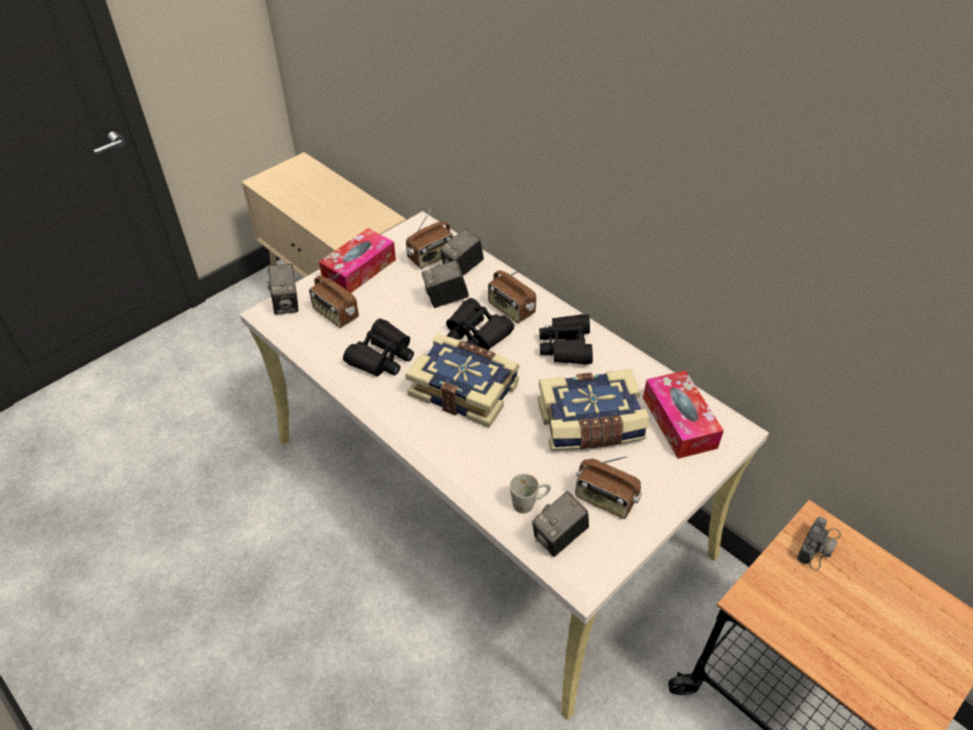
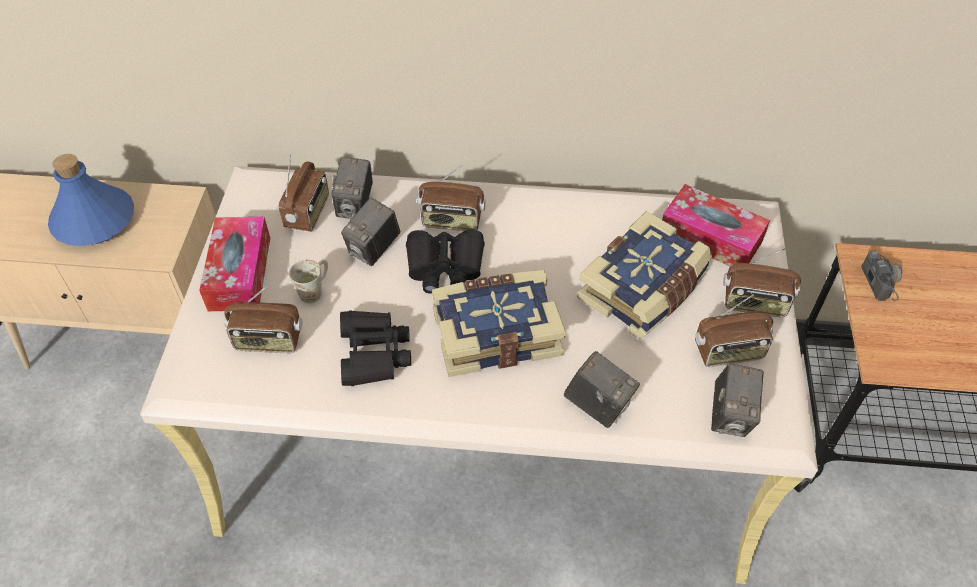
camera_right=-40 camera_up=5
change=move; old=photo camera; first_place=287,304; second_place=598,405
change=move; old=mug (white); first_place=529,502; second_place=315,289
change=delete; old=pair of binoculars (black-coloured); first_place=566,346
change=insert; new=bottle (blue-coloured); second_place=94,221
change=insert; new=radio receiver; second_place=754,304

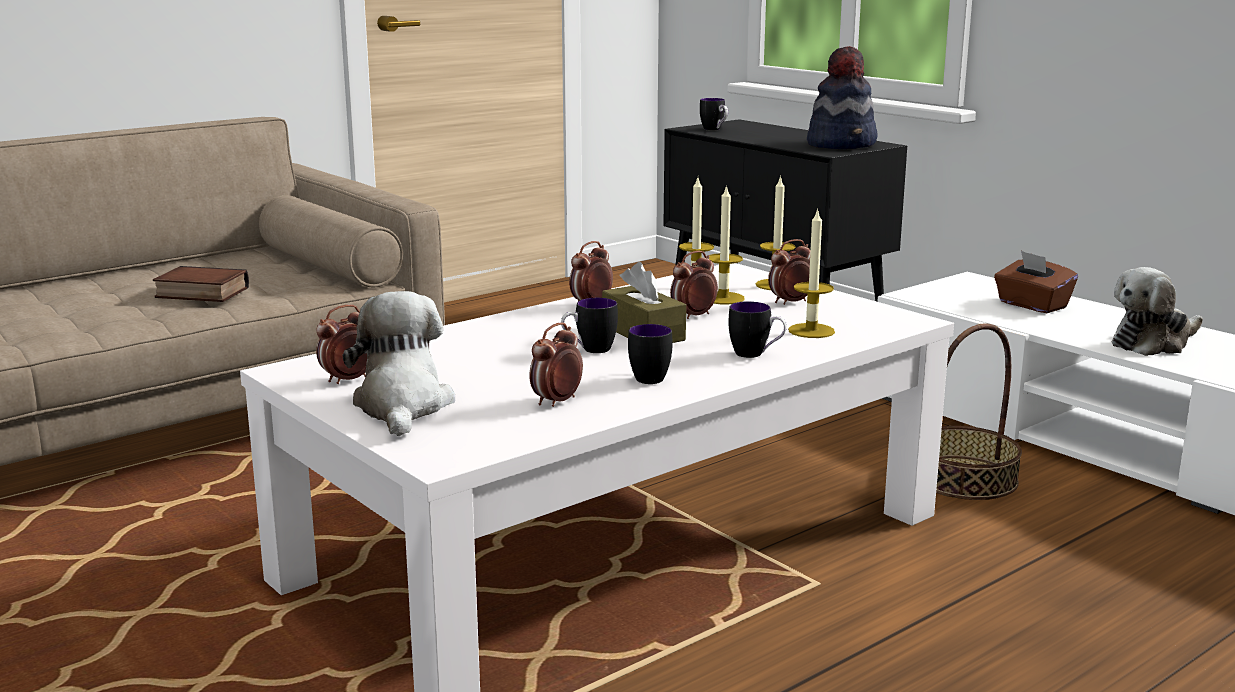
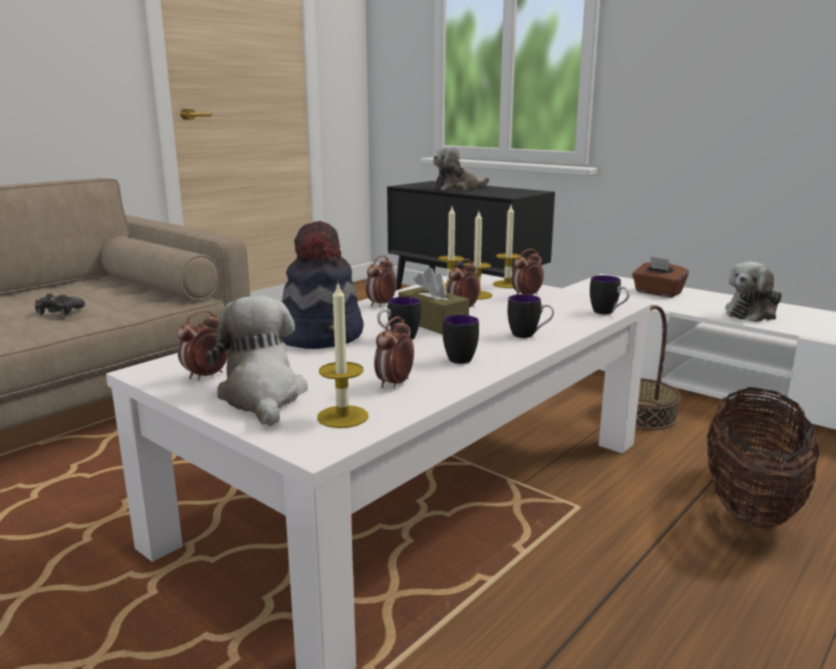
camera_right=-10 camera_up=0
change=replace; old=volume; new=gamepad (black-coloured); first_place=200,293; second_place=58,311
change=move; old=mug; first_place=715,130; second_place=608,313
change=move; old=wax candle; first_place=811,331; second_place=342,416
change=move; old=hat; first_place=842,144; second_place=323,336
change=insert; new=plush toy; second_place=457,188
change=insert; new=household basket; second_place=750,505

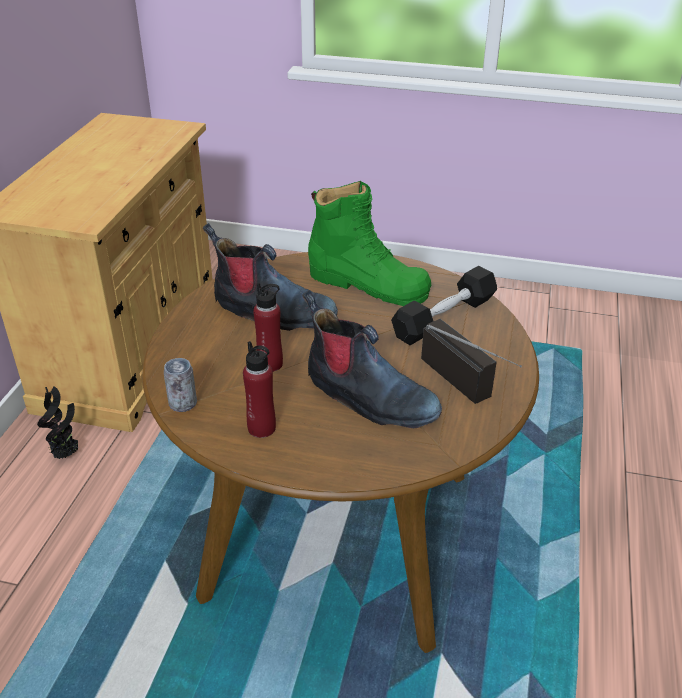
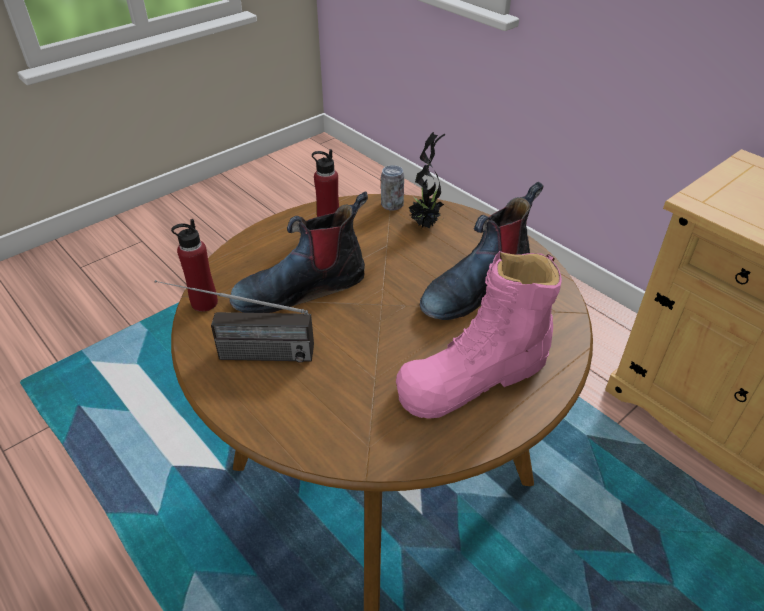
camera_right=125 camera_up=5
change=move; old=plant in a pot; first_place=66,454; second_place=425,224
change=move; old=bottle (red); first_place=270,364; second_place=204,302
change=recolor; old=high-top boot (green-coloured); new=high-top boot (pinkish); first_place=368,284; second_place=474,377
change=delete; old=dumbbell (black-coloured); first_place=444,317

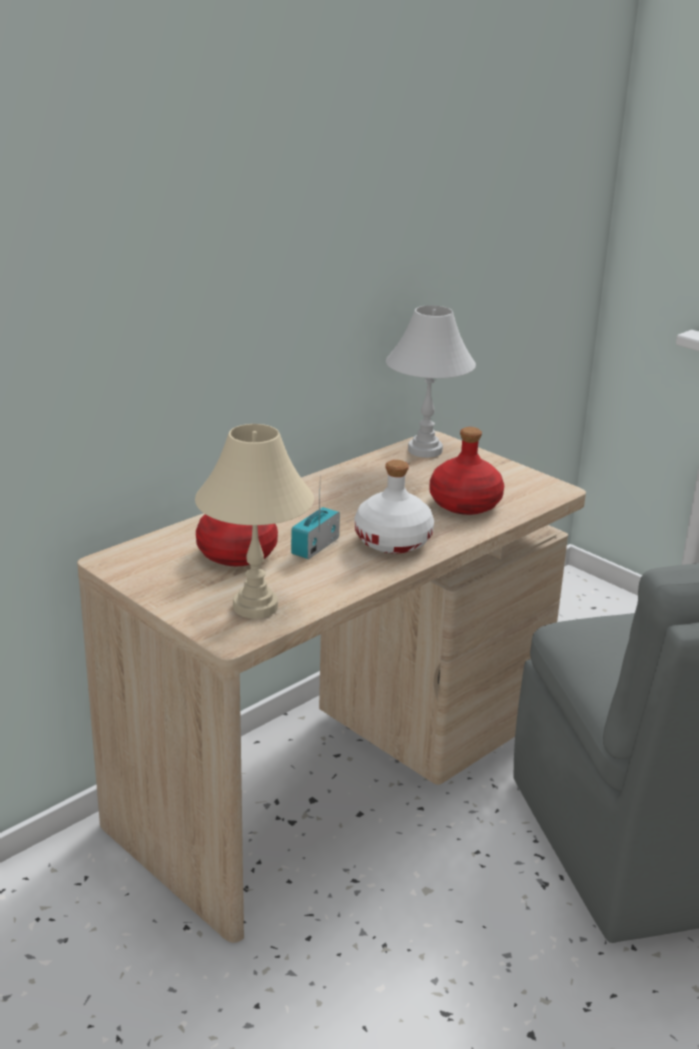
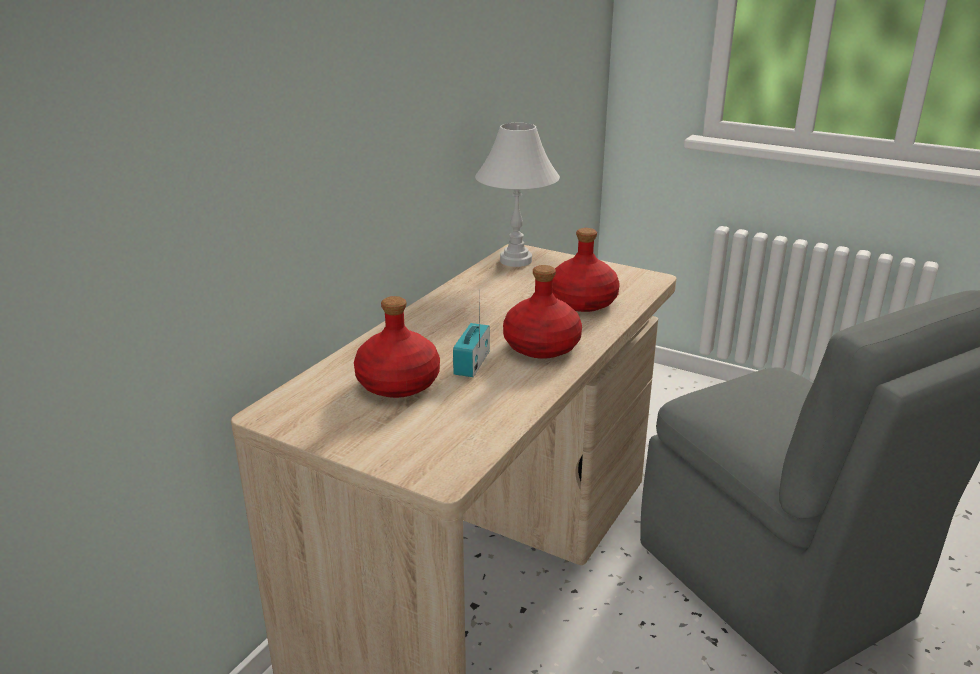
camera_right=-15 camera_up=0
change=delete; old=lamp for a table (beige-coloured); first_place=256,606
change=recolor; old=bottle (white); new=bottle (red); first_place=394,541; second_place=542,346

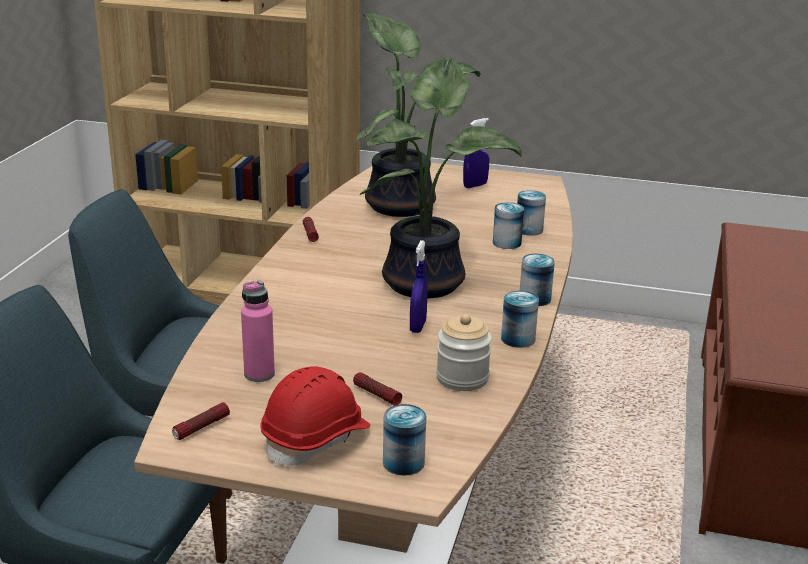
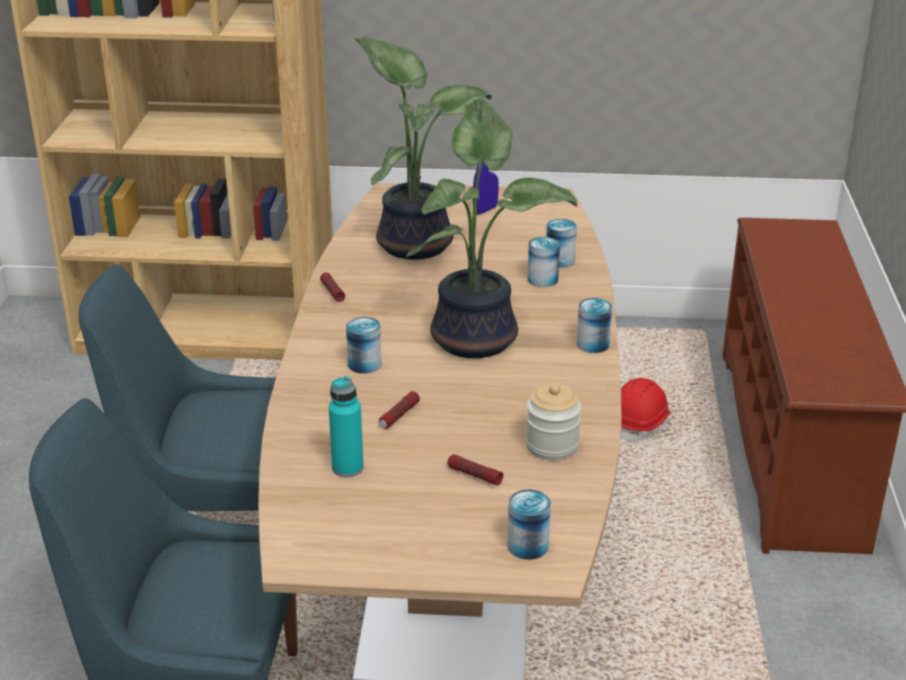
camera_right=-10 camera_up=5
change=move; old=torch; first_place=201,427; second_place=399,416
change=recolor; old=bottle (pinkish); new=bottle (turquoise-coloured); first_place=259,374; second_place=347,468
change=move; old=hard hat (red); first_place=316,439; second_place=640,423
change=delete; old=sprayer (blue-coloured); first_place=418,326
change=move; old=can; first_place=518,339; second_place=364,364

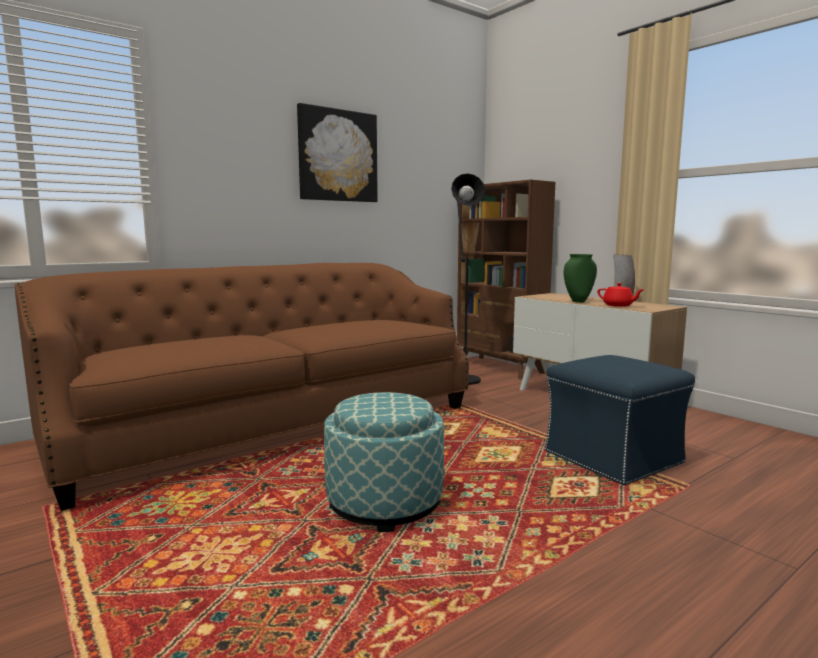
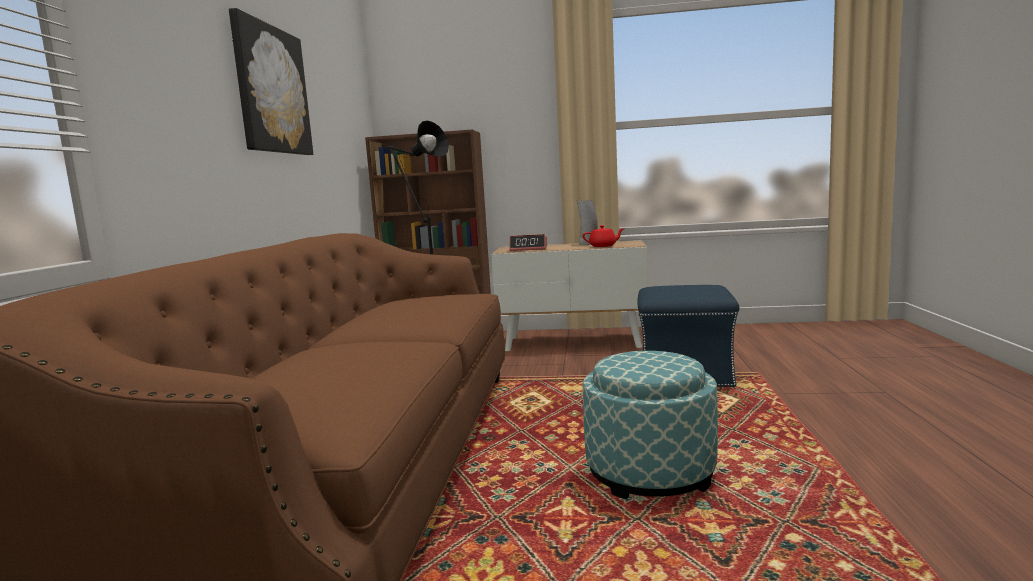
camera_right=-45 camera_up=0
change=delete; old=flower vase (green-coloured); first_place=578,301
change=insert; new=table clock; second_place=529,249

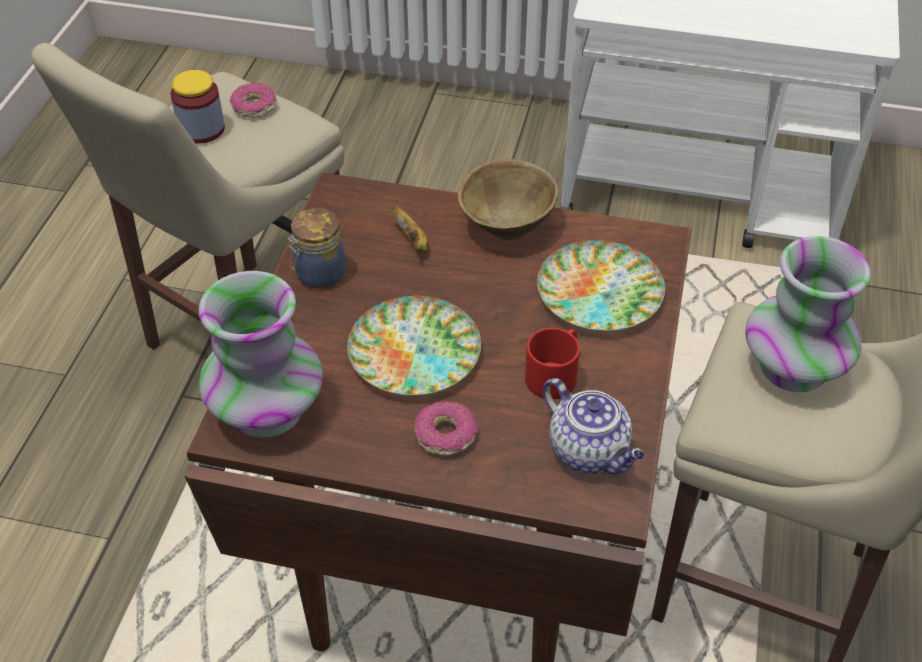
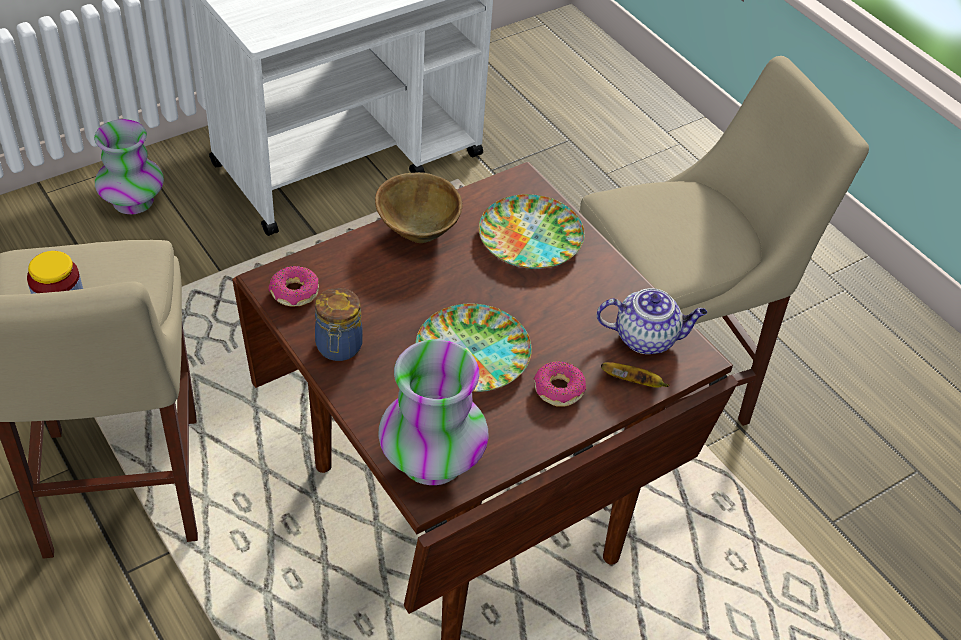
camera_right=-50 camera_up=0
change=move; old=ring doughnut; first_place=254,107; second_place=294,292
change=move; old=banana fruit; first_place=412,241; second_place=633,382
change=delete; old=mug (red); first_place=554,373
change=move; old=flower vase; first_place=793,367; second_place=133,201

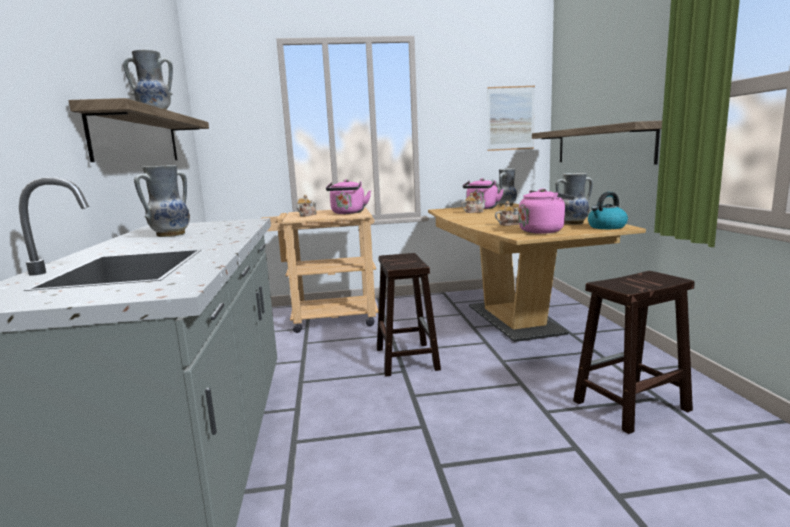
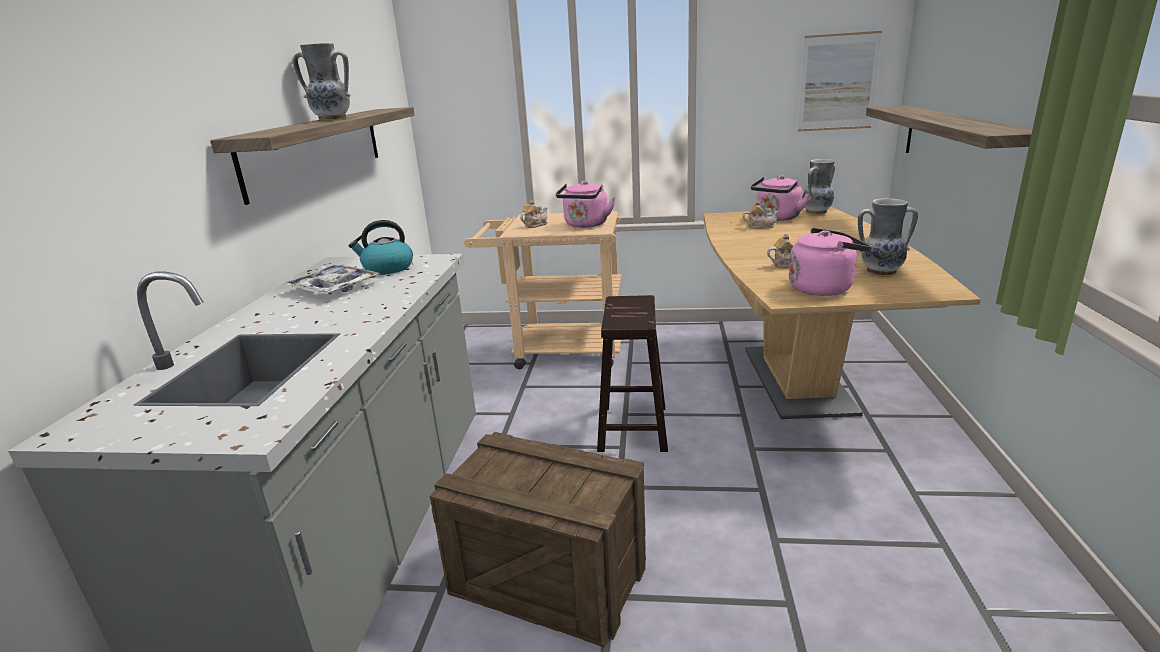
camera_right=15 camera_up=10
change=replace; old=flower vase; new=tray; first_place=170,235; second_place=333,288
change=delete; old=stool seat (brownish); first_place=630,406
change=move; old=kettle; first_place=606,227; second_place=387,268
change=insert; new=crate; second_place=548,578

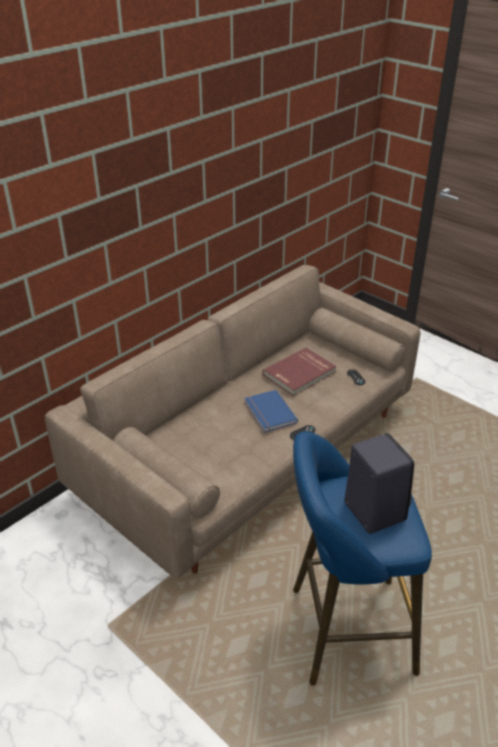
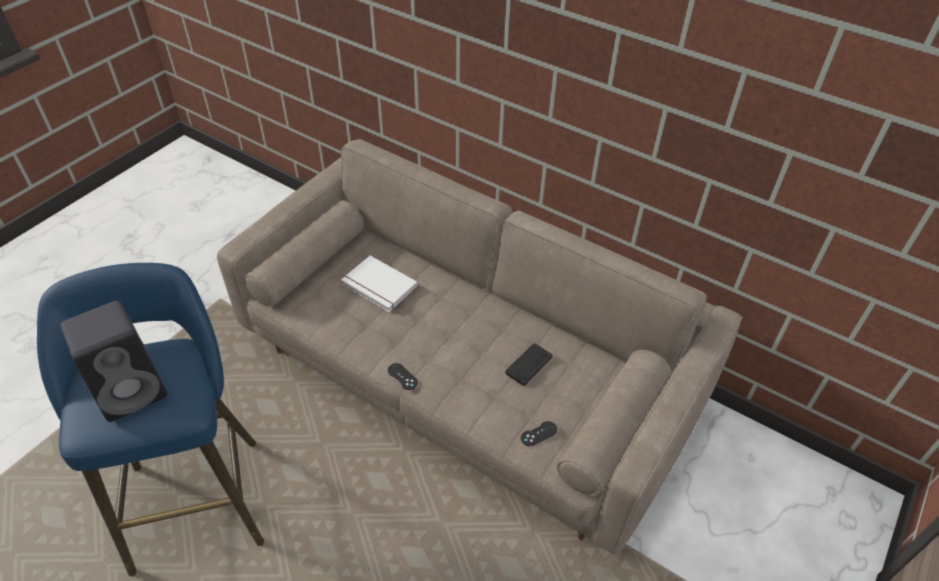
camera_right=80 camera_up=10
change=delete; old=volume (blue-coloured); first_place=269,413
change=replace; old=volume (red); new=gamepad (black-coloured); first_place=300,374; second_place=529,365
change=insert; new=volume (white); second_place=378,286

